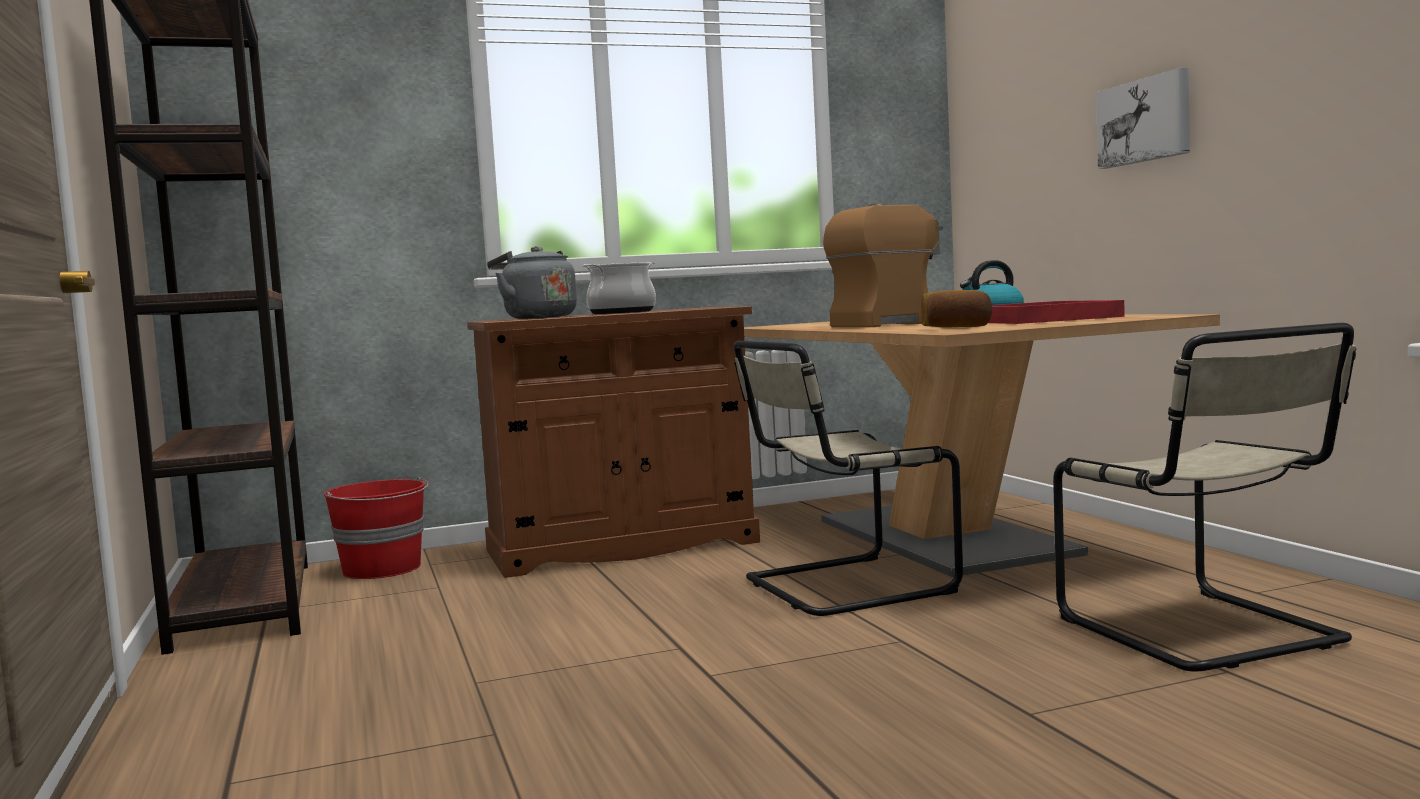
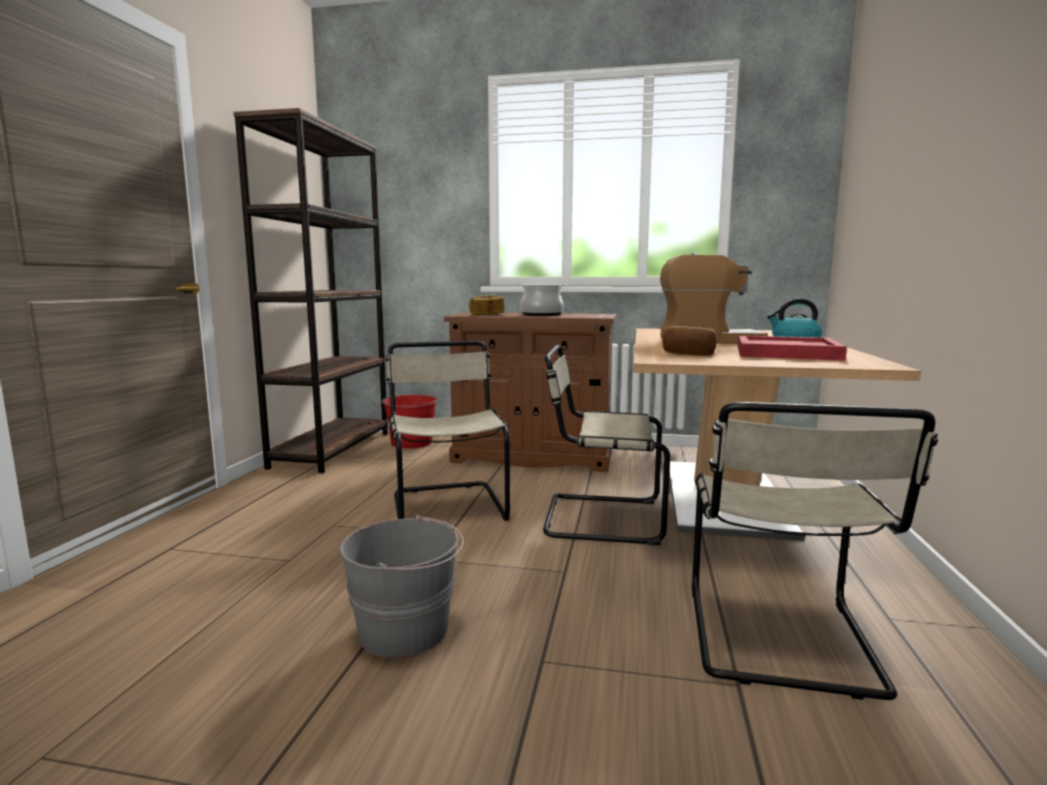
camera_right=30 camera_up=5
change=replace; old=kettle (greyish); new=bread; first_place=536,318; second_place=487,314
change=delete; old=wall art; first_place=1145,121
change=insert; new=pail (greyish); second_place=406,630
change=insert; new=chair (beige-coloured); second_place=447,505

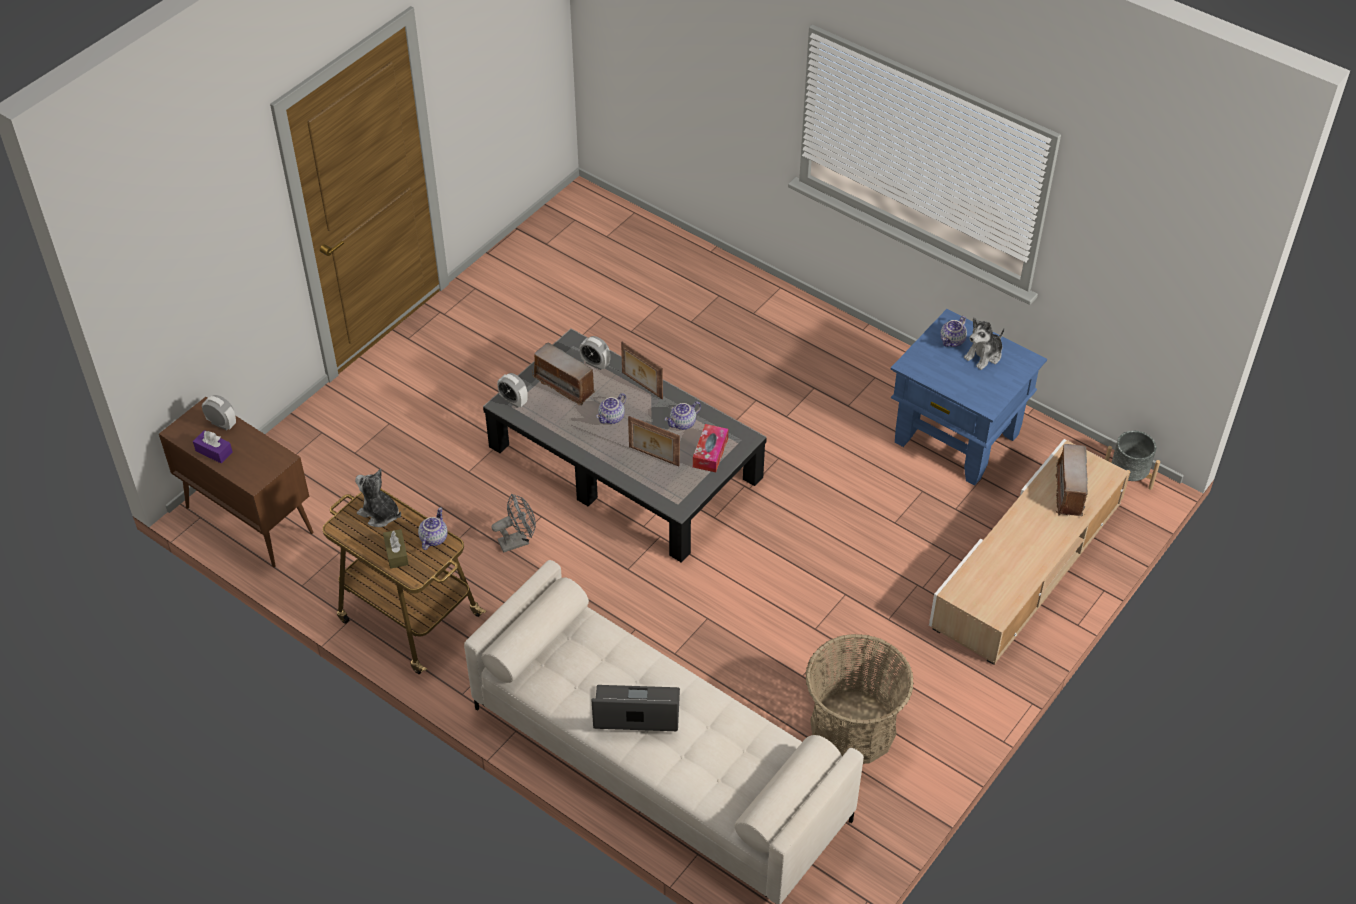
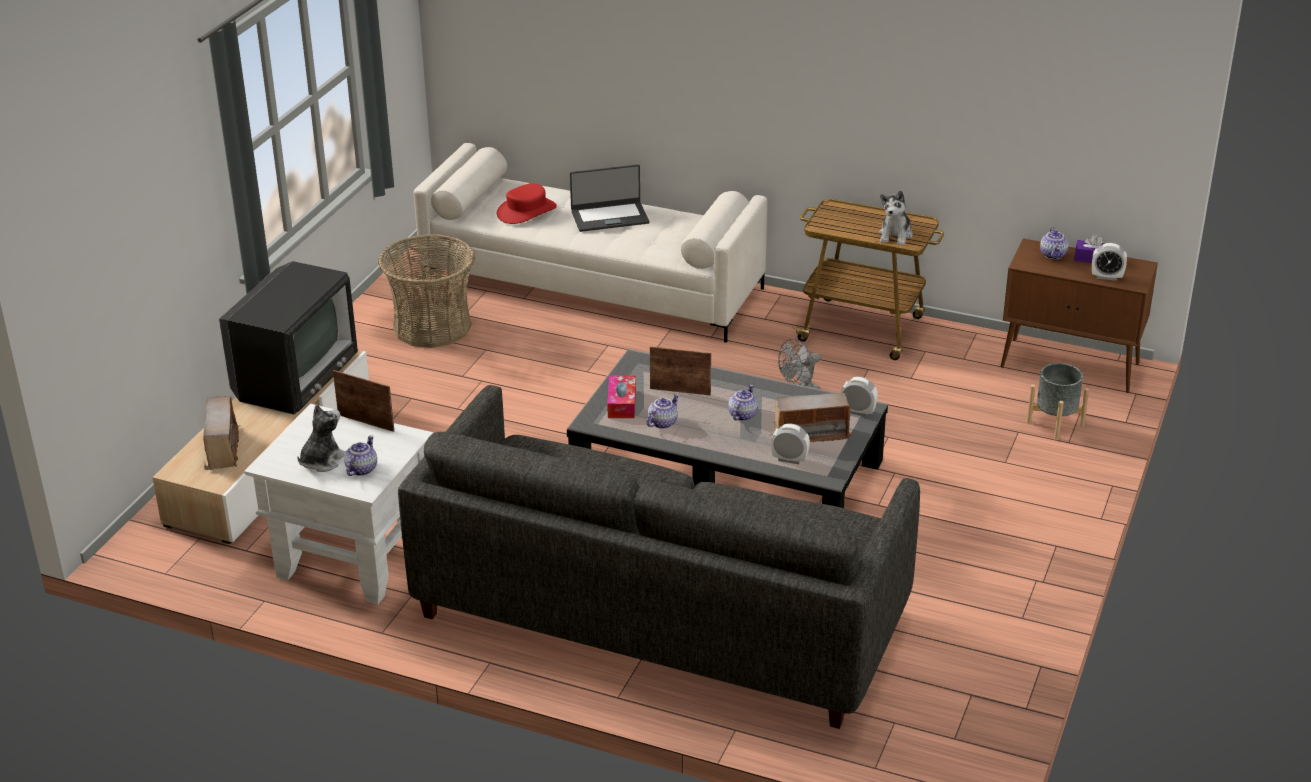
camera_right=165 camera_up=-15
change=rotate; old=plush toy; first_place=379,514; second_place=895,235; degrees=90
change=delete; old=box of tissues (brownish); first_place=396,553
change=move; old=tea pot; first_place=433,538; second_place=1053,255
change=rotate; old=radio receiver; first_place=565,385; second_place=811,434; degrees=150
change=move; old=standing frame; first_place=641,386; second_place=366,422
change=recolor; old=end table (blue-coloured); new=end table (white); first_place=956,439; second_place=352,559
change=move; old=plant pot (greyish); first_place=1126,481; second_place=1055,423
change=insert; new=TV set; second_place=296,374
change=insert; new=sofa (greyish); second_place=659,614
change=insert; new=hat (red); second_place=526,211

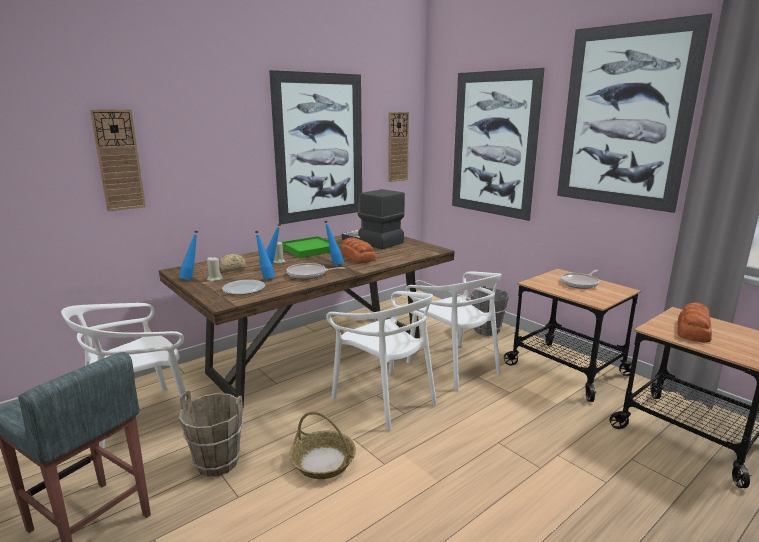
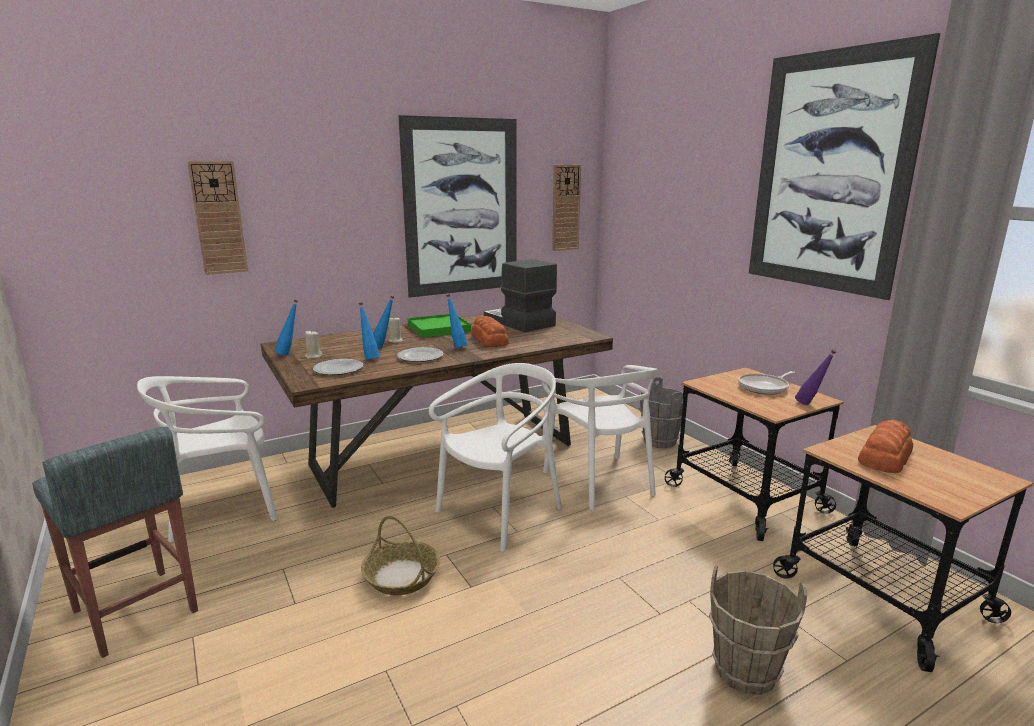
camera_right=10 camera_up=0
change=move; old=pail (brownish); first_place=217,463; second_place=745,672
change=delete; old=bread; first_place=231,268
change=replace; old=skillet; new=dinner plate; first_place=309,274; second_place=420,357
change=rotate; old=chair (white); first_place=385,399; second_place=500,513; degrees=-105
change=delete; old=wall art; first_place=493,144
change=insert; new=bottle (purple-coloured); second_place=810,405

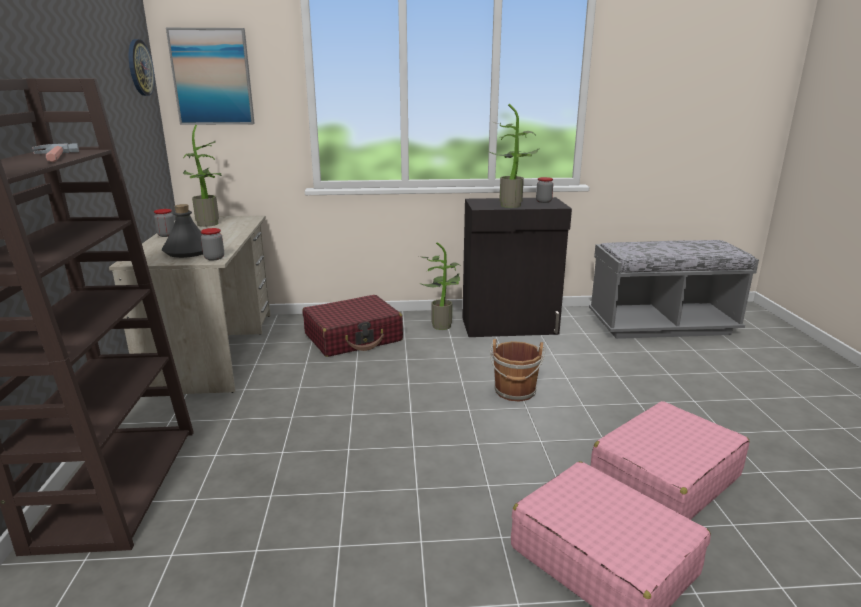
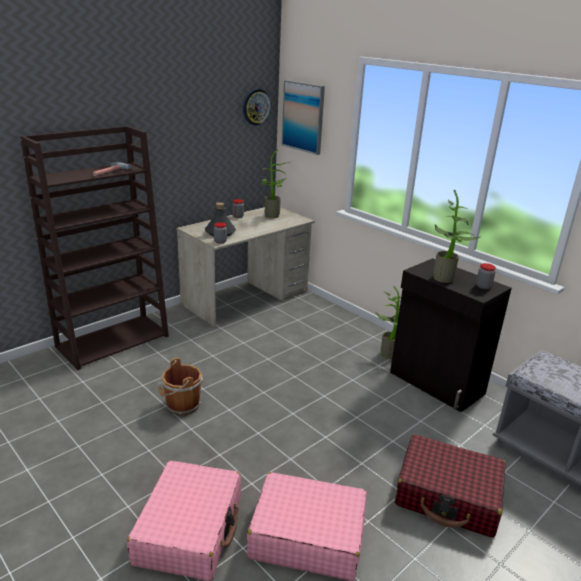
camera_right=50 camera_up=5
change=move; old=travel case (red); first_place=353,338; second_place=448,496
change=move; old=pail (brownish); first_place=515,392; second_place=181,405

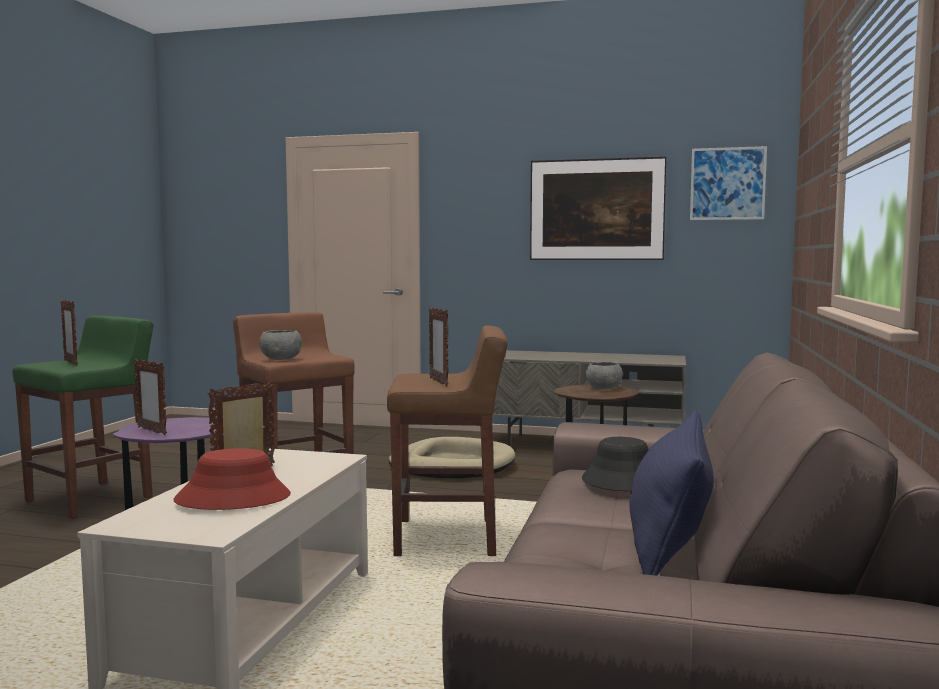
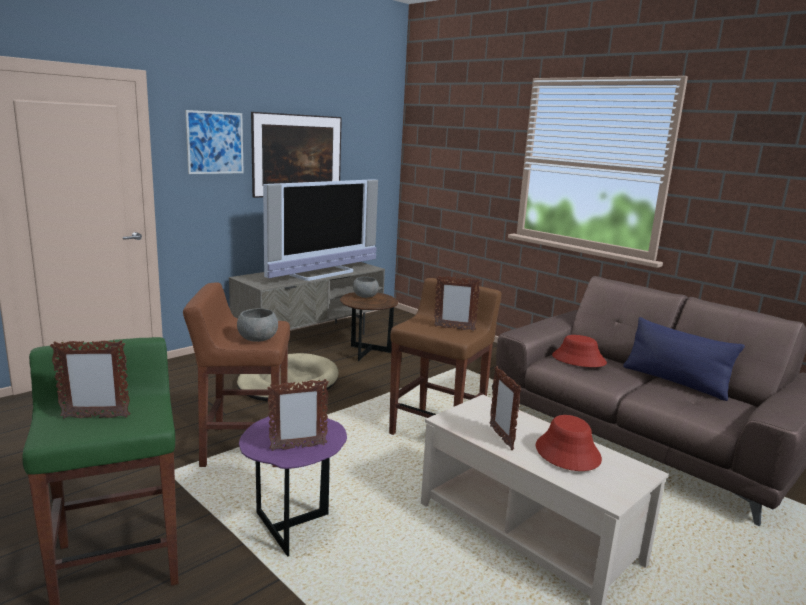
camera_right=-60 camera_up=10
change=recolor; old=hat (black-coloured); new=hat (red); first_place=621,481; second_place=578,359
change=move; old=wall art; first_place=727,183; second_place=215,143
change=insert; new=TV set; second_place=323,273

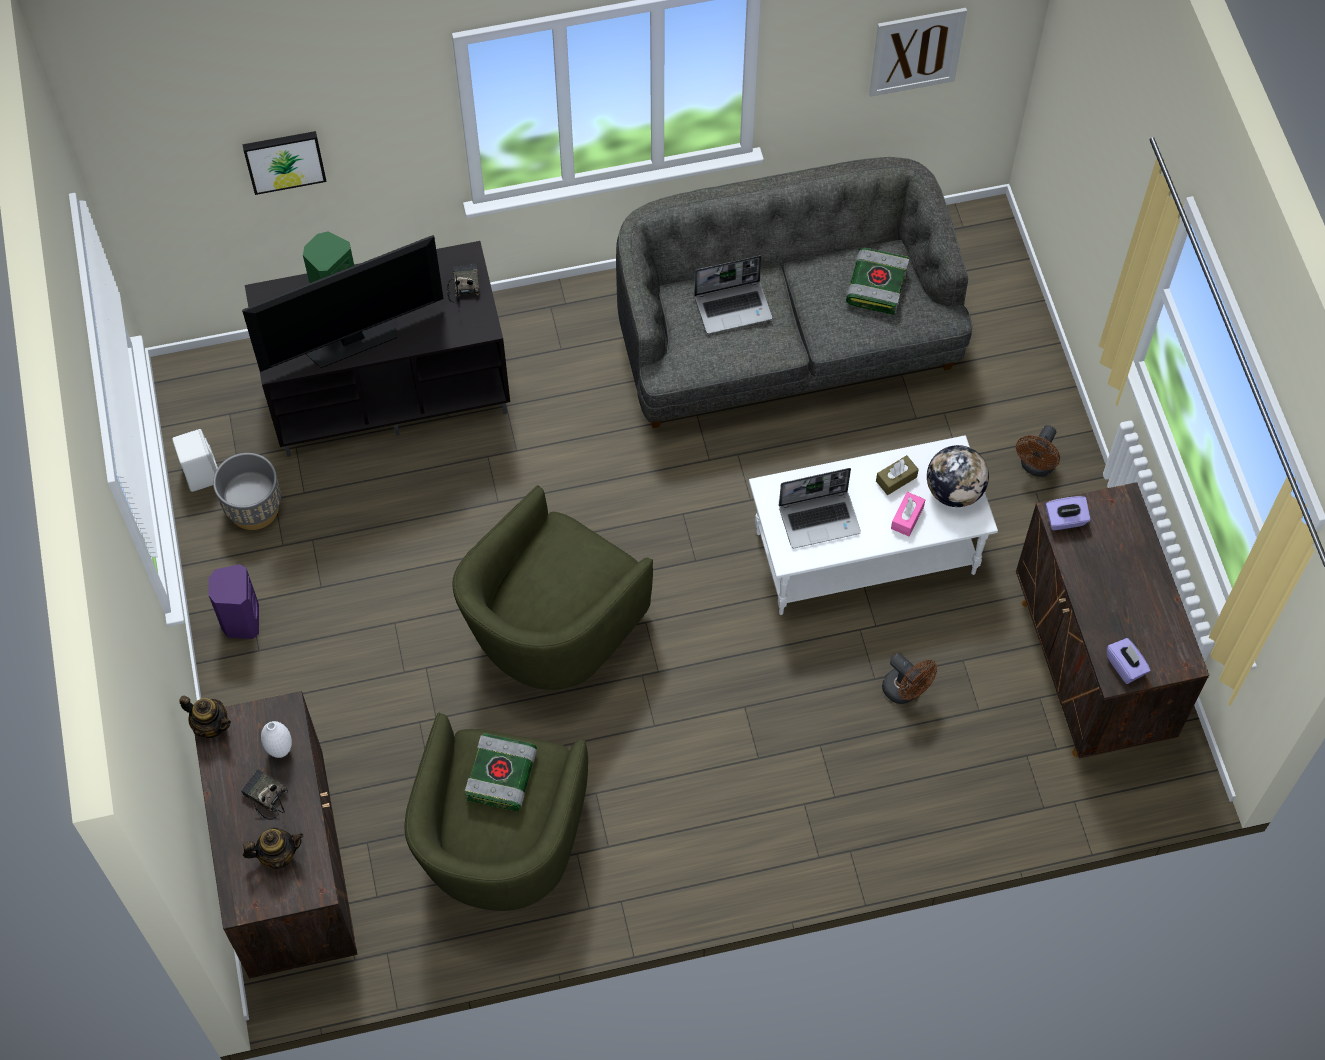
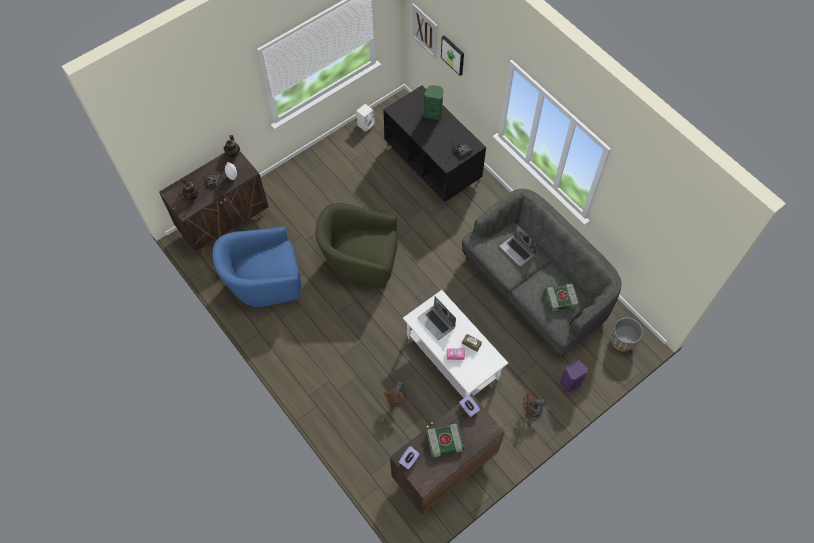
camera_right=65 camera_up=0
change=move; old=loudspeaker (purple-coloured); first_place=240,620; second_place=569,382
change=move; old=plant pot (greyish); first_place=254,508; second_place=622,341
change=delete; old=TV set; first_place=352,339
change=recolor; old=lounge chair (green-coloured); new=lounge chair (blue-coloured); first_place=500,845; second_place=265,283
change=move; old=volume; first_place=502,777; second_place=444,442
change=move; old=wall art; first_place=916,51; second_place=425,31
change=delete; old=globe; first_place=954,491

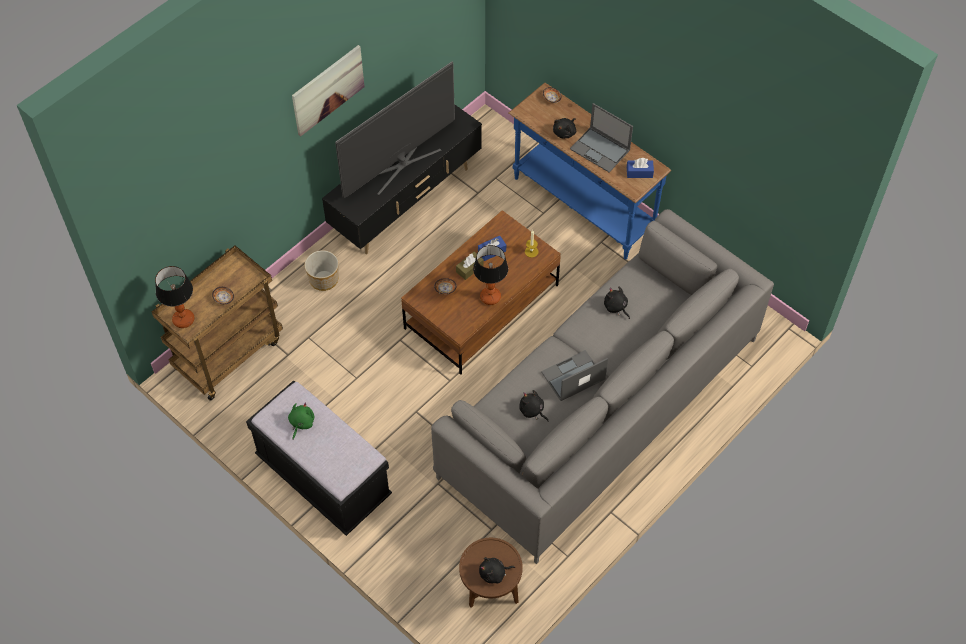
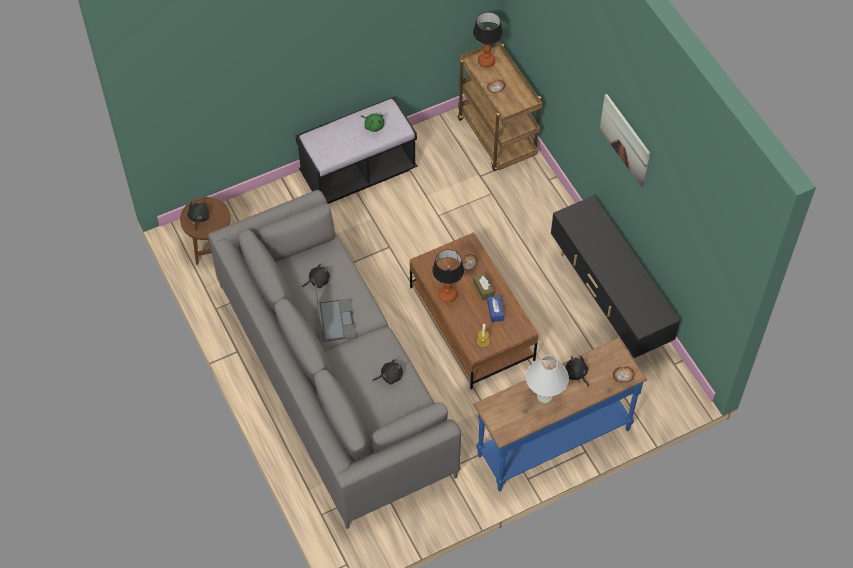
camera_right=110 camera_up=0
change=delete; old=plant pot; first_place=324,279
change=delete; old=TV set; first_place=401,164
change=replace; old=notebook computer; new=lamp for a table (white); first_place=600,150; second_place=544,396
change=delete; old=box of tissues (blue-coloured); first_place=639,172

